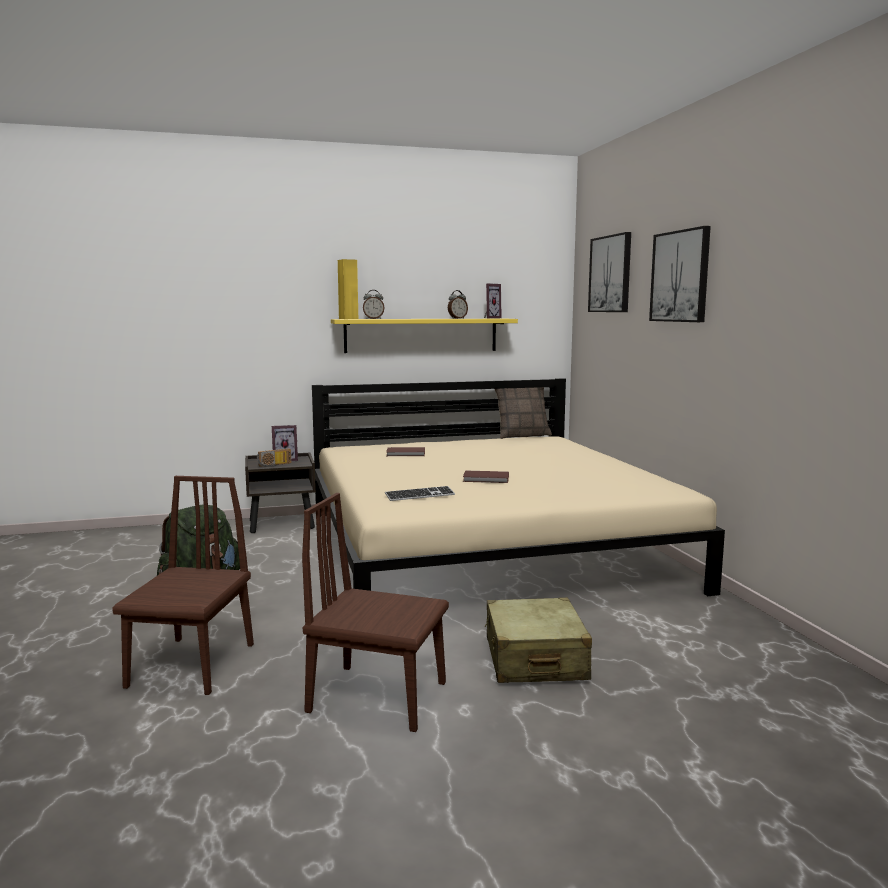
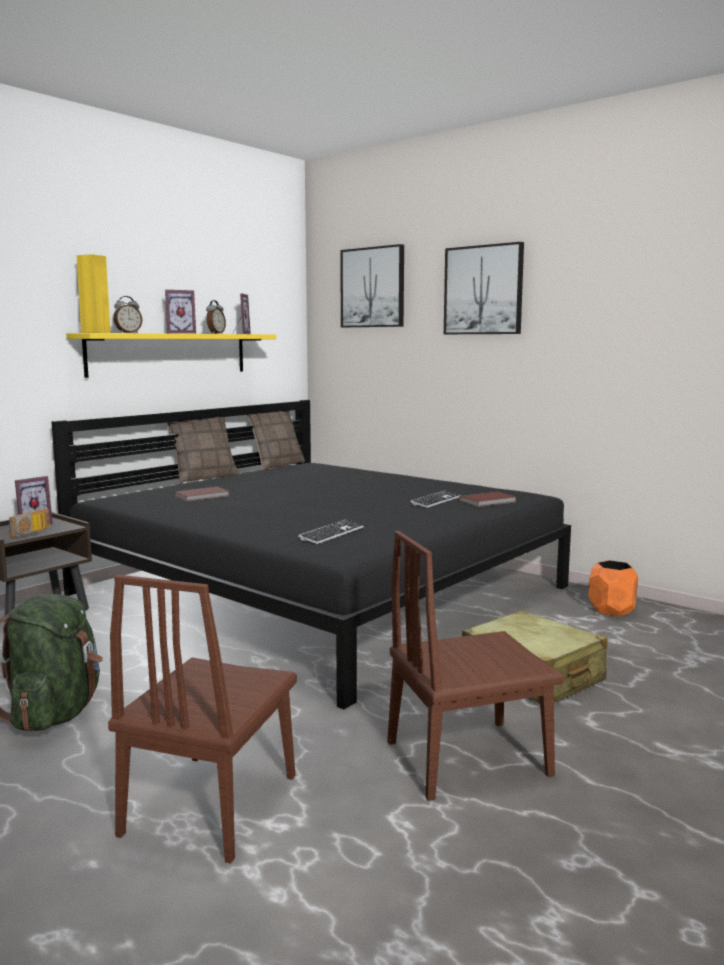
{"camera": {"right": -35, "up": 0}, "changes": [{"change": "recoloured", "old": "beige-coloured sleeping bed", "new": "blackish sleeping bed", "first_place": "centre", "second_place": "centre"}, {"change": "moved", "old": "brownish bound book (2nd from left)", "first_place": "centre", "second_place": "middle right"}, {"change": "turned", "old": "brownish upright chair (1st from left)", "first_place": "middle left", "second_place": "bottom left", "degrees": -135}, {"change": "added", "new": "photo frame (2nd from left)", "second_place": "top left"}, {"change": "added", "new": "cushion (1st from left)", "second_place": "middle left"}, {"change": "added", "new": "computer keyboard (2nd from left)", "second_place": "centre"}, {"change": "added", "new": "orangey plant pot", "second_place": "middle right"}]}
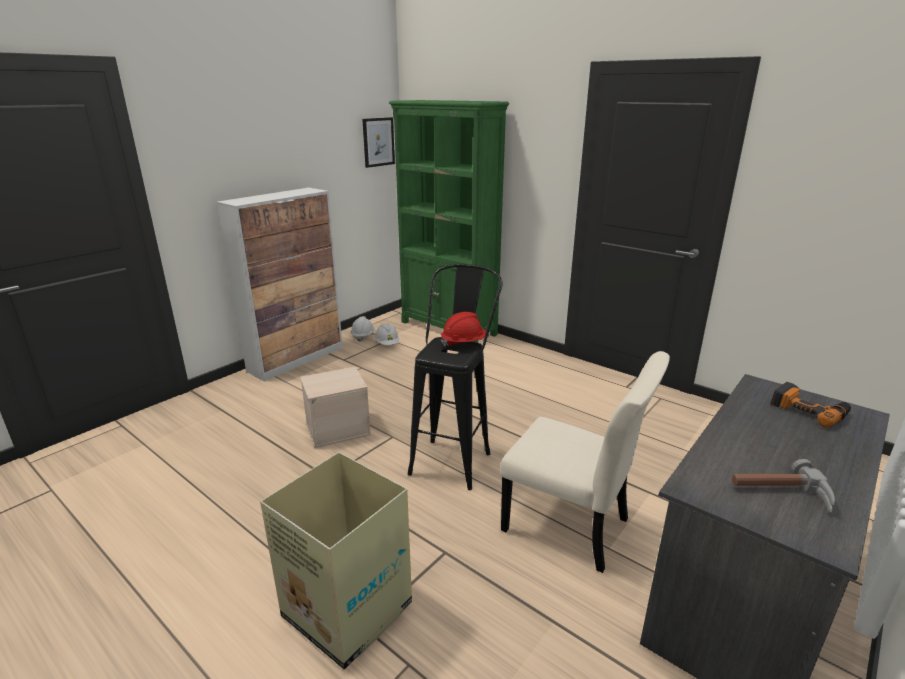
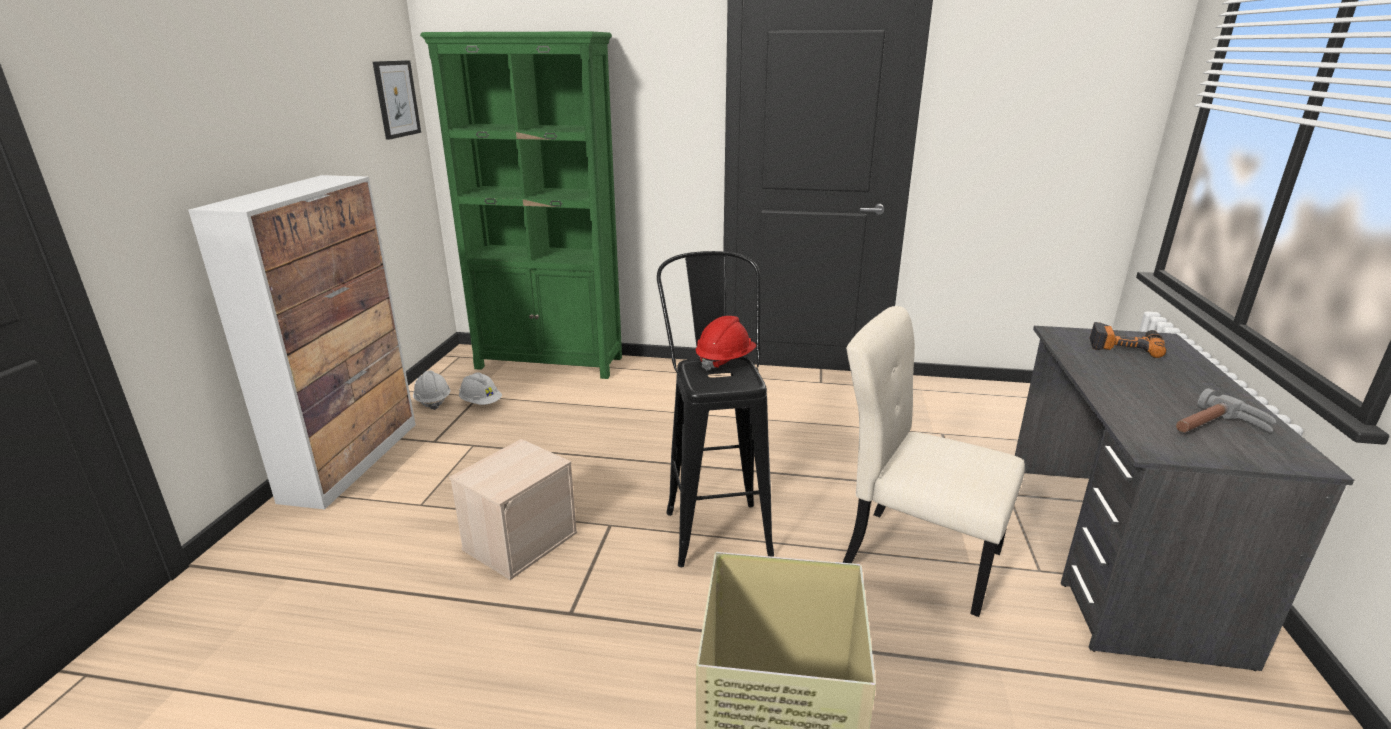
{"camera": {"right": -30, "up": 0}, "changes": [{"change": "turned", "old": "beige-coloured upright chair", "first_place": "bottom centre", "second_place": "middle right", "degrees": -150}]}
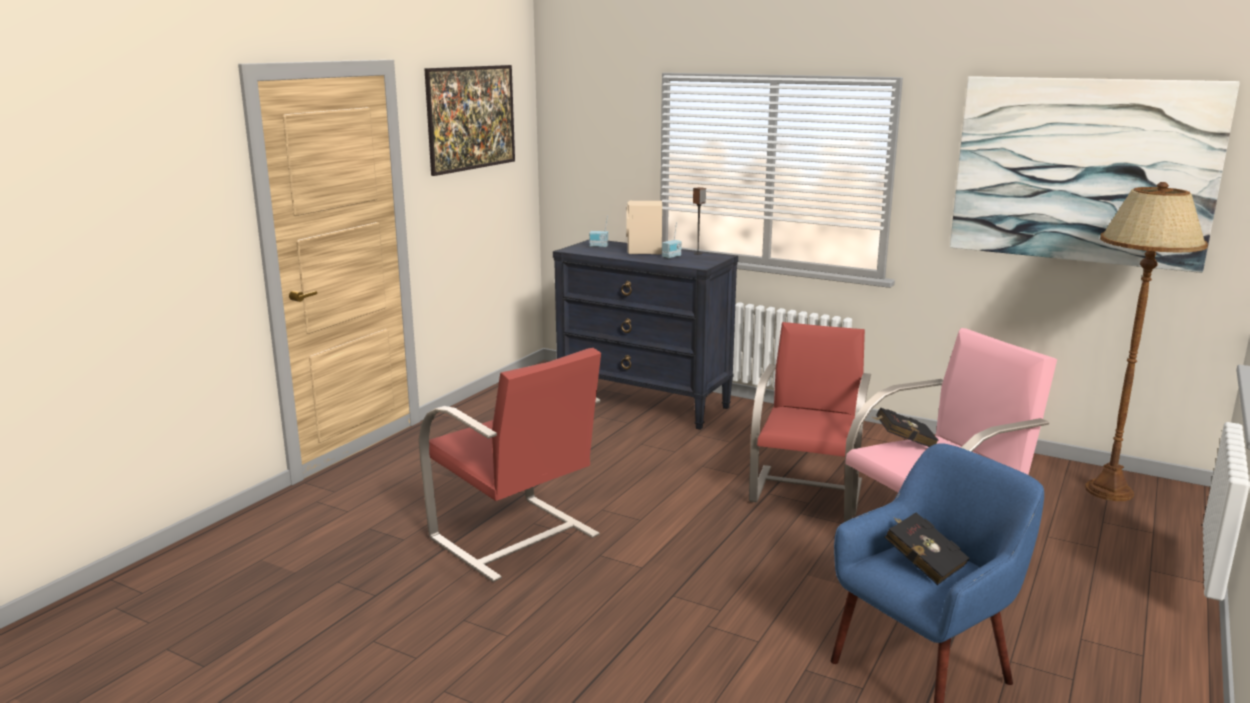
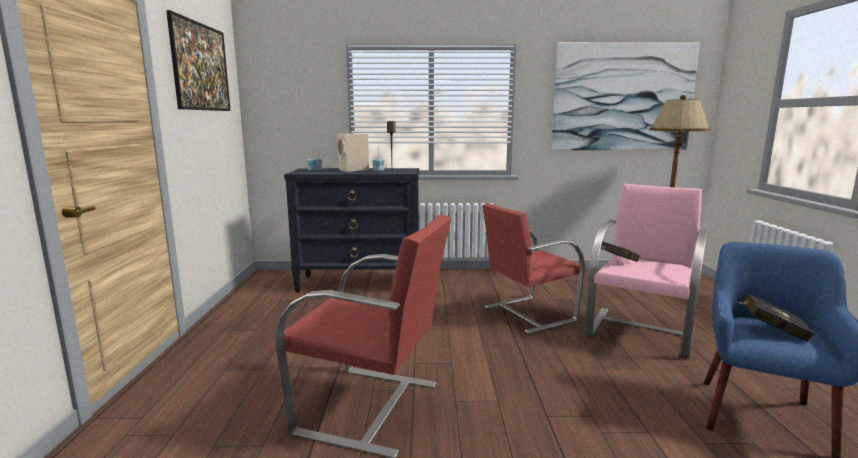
{"camera": {"right": -30, "up": -5}, "changes": [{"change": "turned", "old": "red upright chair", "first_place": "centre", "second_place": "centre", "degrees": -105}]}
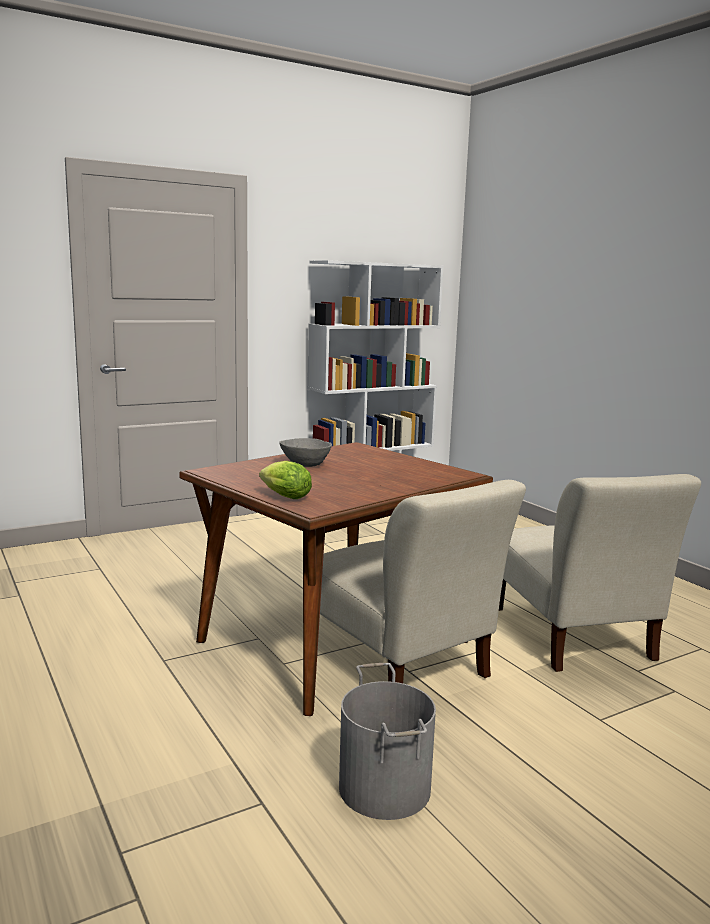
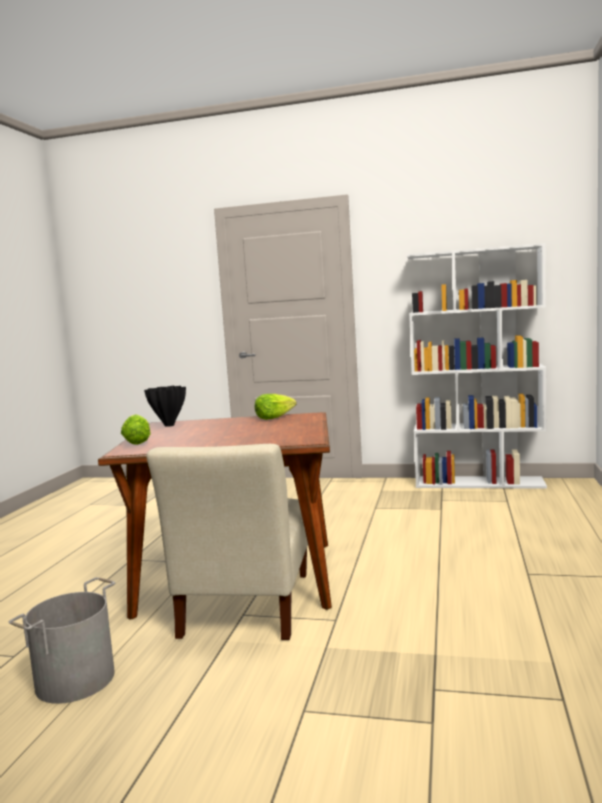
{"camera": {"right": 45, "up": -5}, "changes": [{"change": "removed", "old": "greyish bowl", "first_place": "centre"}, {"change": "removed", "old": "beige-coloured upright chair (2nd from left)", "first_place": "middle right"}, {"change": "added", "new": "blackish decorative vase", "second_place": "middle left"}, {"change": "added", "new": "lettuce head (2nd from left)", "second_place": "centre"}]}
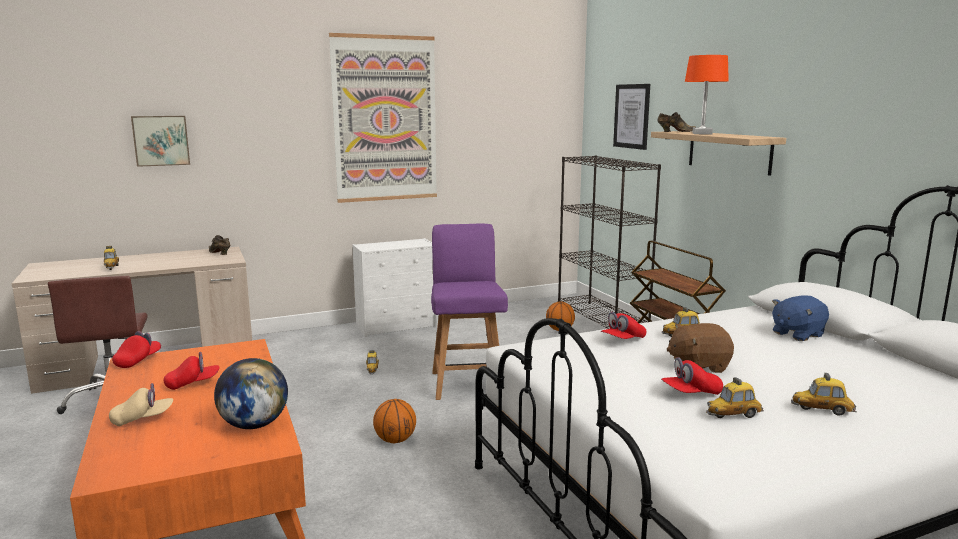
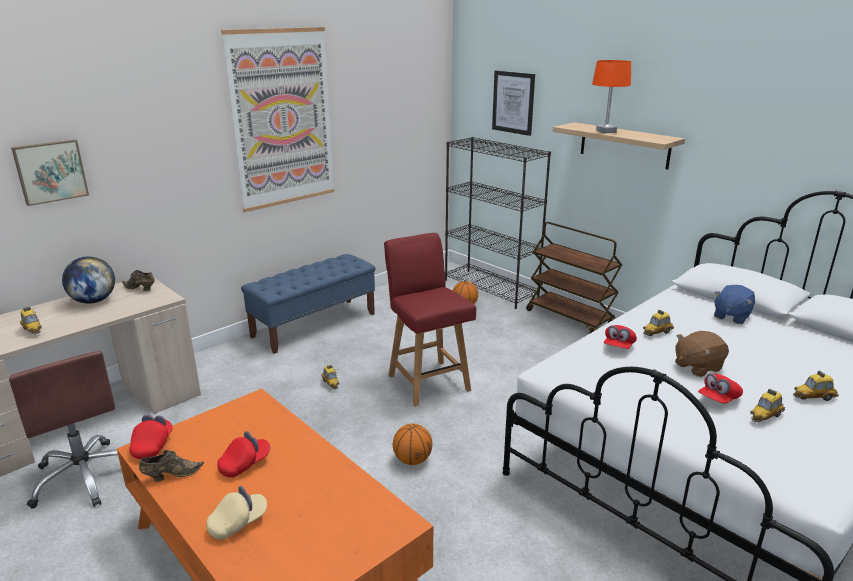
{"camera": {"right": -20, "up": 10}, "changes": [{"change": "moved", "old": "brownish item of footwear (2nd from left)", "first_place": "top right", "second_place": "bottom left"}, {"change": "recoloured", "old": "purple upright chair", "new": "red upright chair", "first_place": "centre", "second_place": "centre"}, {"change": "replaced", "old": "white-coloured dresser", "new": "bluish indoor bench", "first_place": "centre", "second_place": "centre"}, {"change": "moved", "old": "globe", "first_place": "bottom left", "second_place": "middle left"}]}
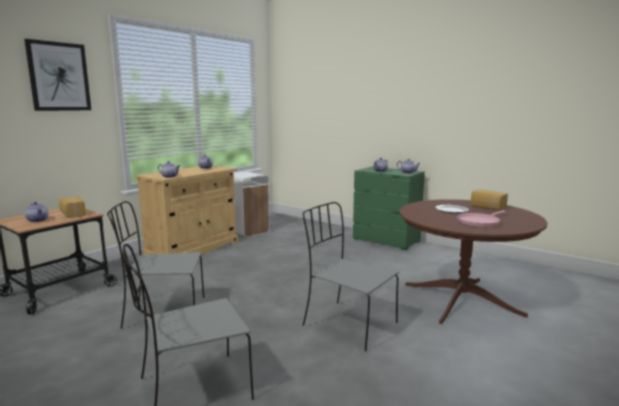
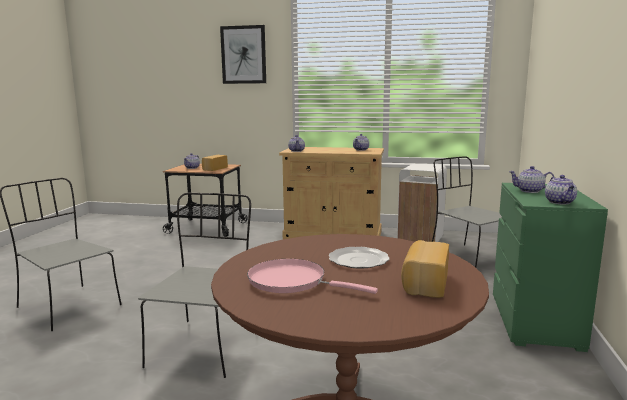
{"camera": {"right": 65, "up": 0}, "changes": [{"change": "moved", "old": "greyish upright chair (1st from left in the first image)", "new": "greyish upright chair (3rd from left)", "first_place": "middle left", "second_place": "middle right"}]}
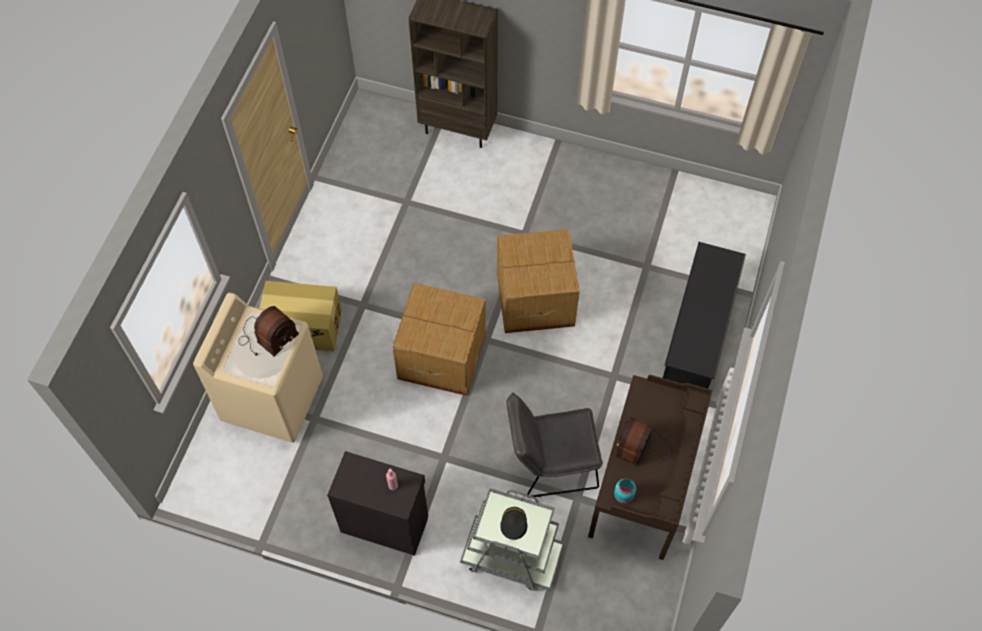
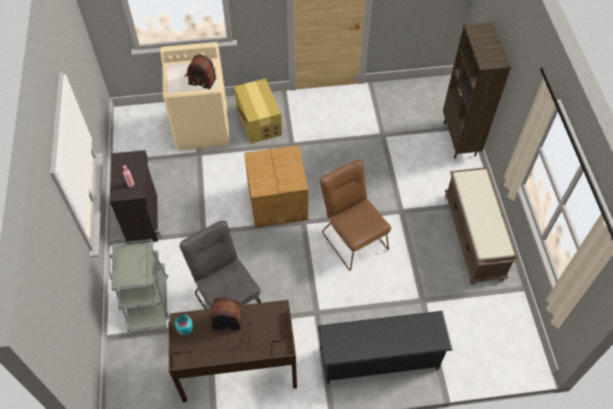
{"camera": {"right": 65, "up": -5}, "changes": [{"change": "replaced", "old": "packing box (3rd from left)", "new": "brownish upright chair", "first_place": "centre", "second_place": "centre"}, {"change": "removed", "old": "blackish cap", "first_place": "bottom centre"}, {"change": "added", "new": "brownish indoor bench", "second_place": "middle right"}]}
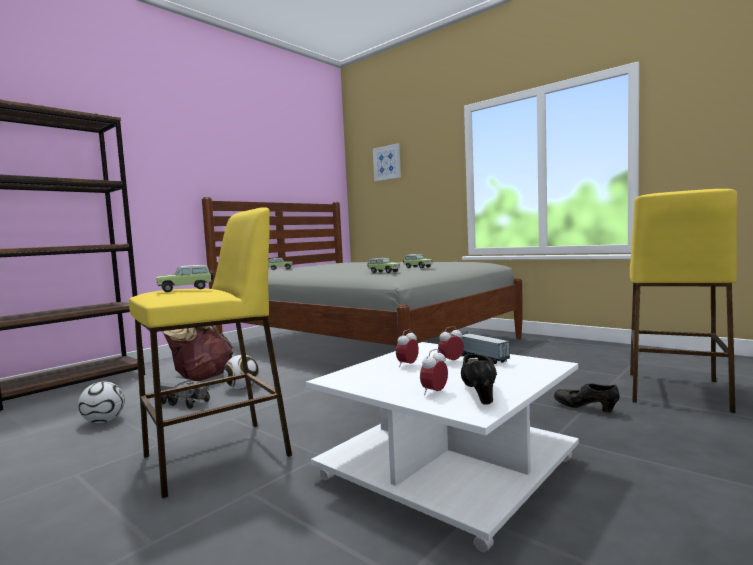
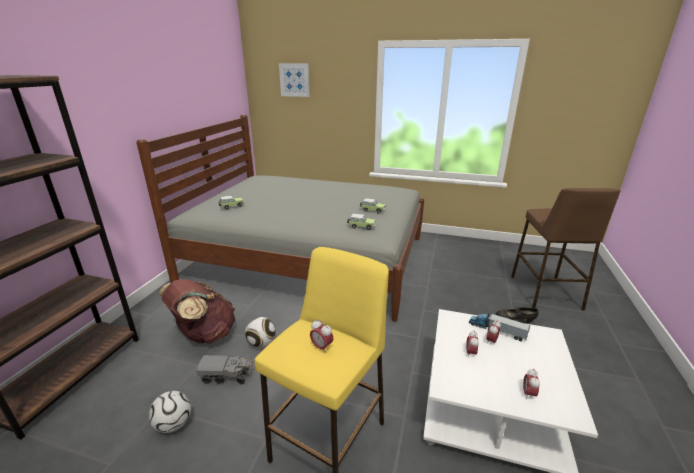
{"camera": {"right": -25, "up": 20}, "changes": [{"change": "recoloured", "old": "yellow-coloured sitting stool (2nd from left)", "new": "brownish sitting stool", "first_place": "middle right", "second_place": "middle right"}, {"change": "replaced", "old": "model car (1st from left)", "new": "alarm clock (1st from left)", "first_place": "middle left", "second_place": "bottom centre"}, {"change": "removed", "old": "blackish item of footwear (1st from left)", "first_place": "bottom centre"}]}
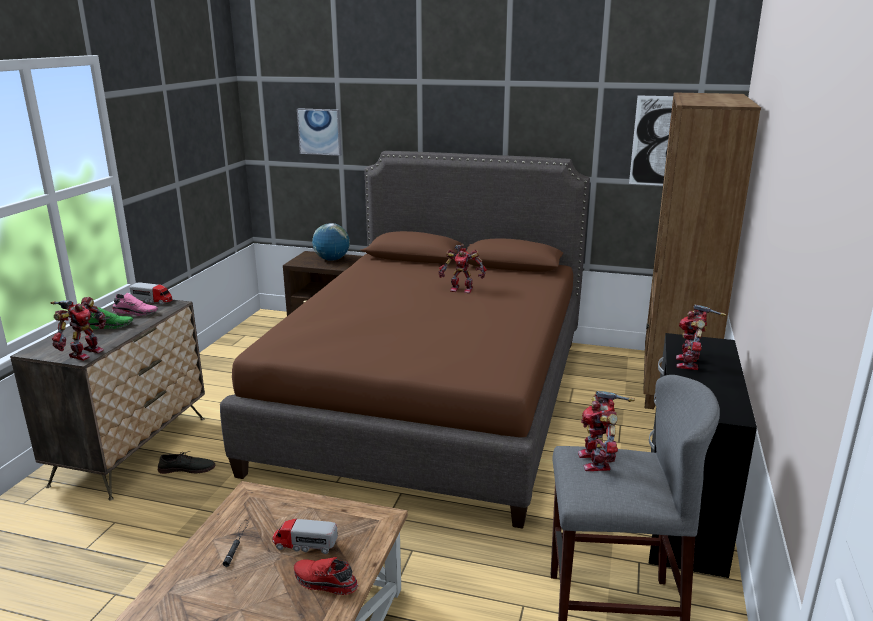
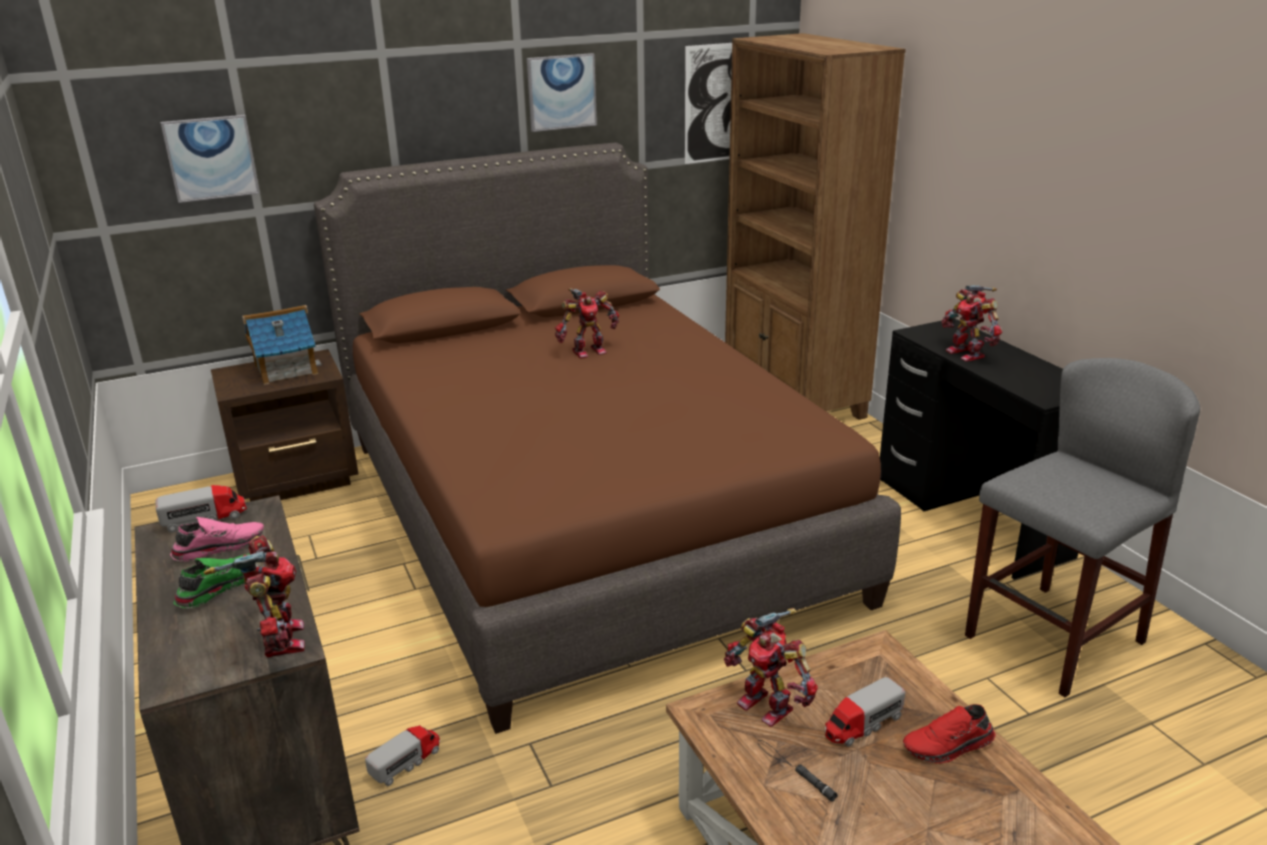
{"camera": {"right": -40, "up": 5}, "changes": [{"change": "replaced", "old": "globe", "new": "model house", "first_place": "centre", "second_place": "middle left"}, {"change": "moved", "old": "robot figure (3rd from left)", "first_place": "bottom right", "second_place": "bottom centre"}, {"change": "replaced", "old": "greyish item of footwear", "new": "toy lorry (2nd from left)", "first_place": "bottom left", "second_place": "bottom left"}, {"change": "added", "new": "picture (2nd from left)", "second_place": "top centre"}]}
